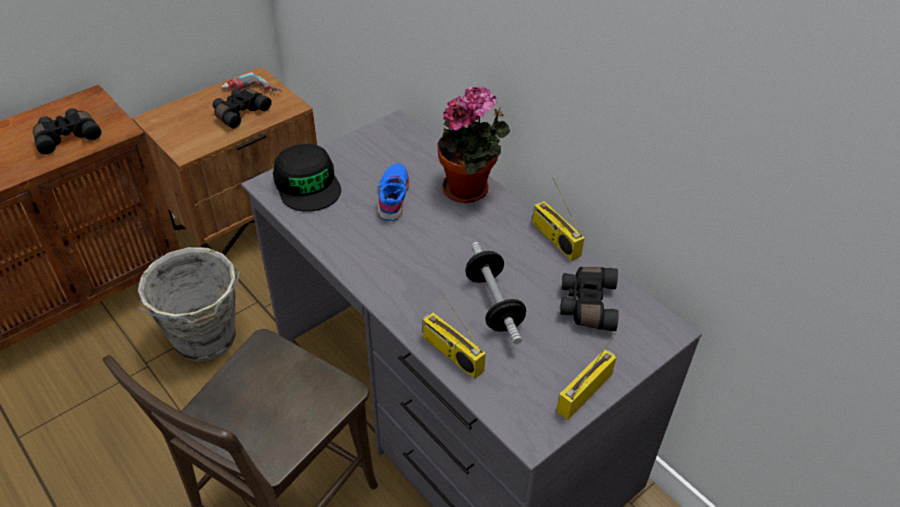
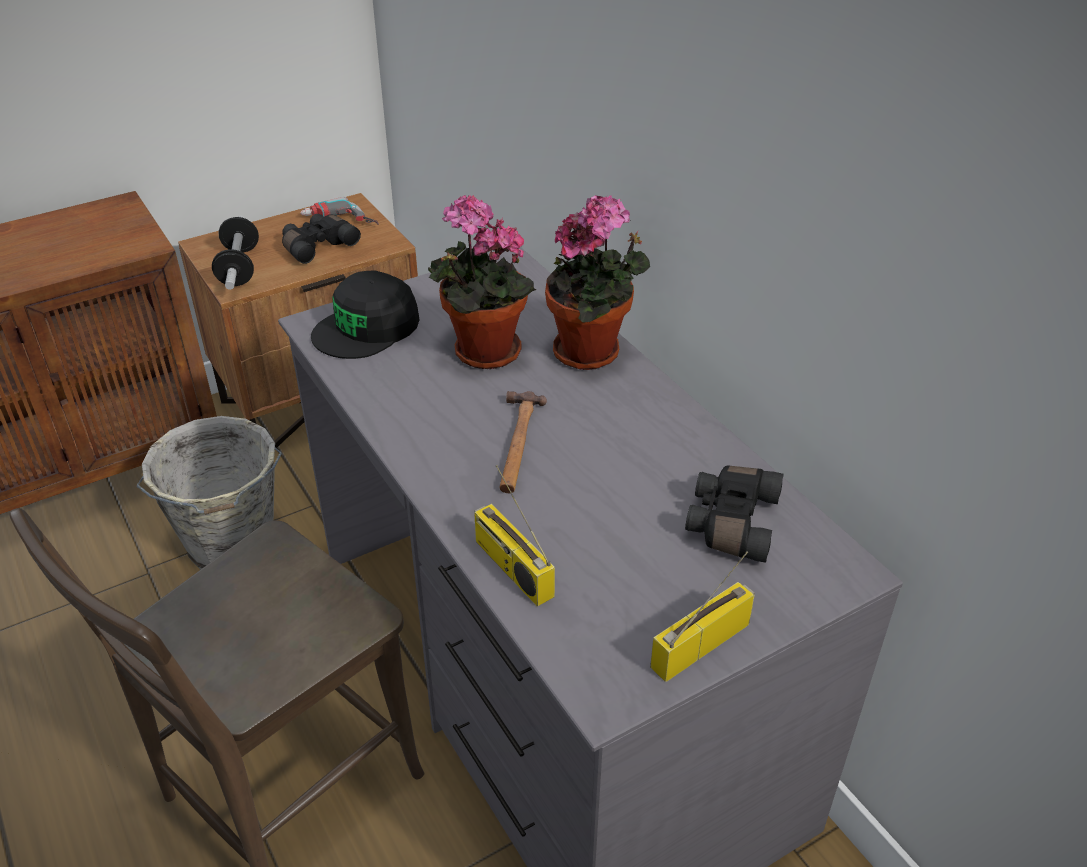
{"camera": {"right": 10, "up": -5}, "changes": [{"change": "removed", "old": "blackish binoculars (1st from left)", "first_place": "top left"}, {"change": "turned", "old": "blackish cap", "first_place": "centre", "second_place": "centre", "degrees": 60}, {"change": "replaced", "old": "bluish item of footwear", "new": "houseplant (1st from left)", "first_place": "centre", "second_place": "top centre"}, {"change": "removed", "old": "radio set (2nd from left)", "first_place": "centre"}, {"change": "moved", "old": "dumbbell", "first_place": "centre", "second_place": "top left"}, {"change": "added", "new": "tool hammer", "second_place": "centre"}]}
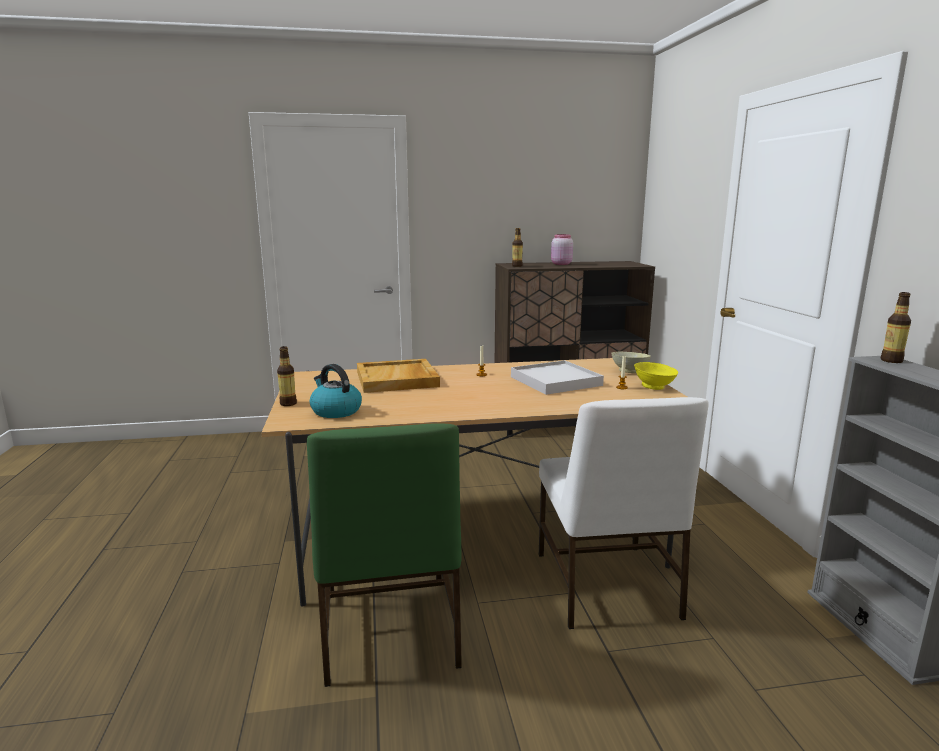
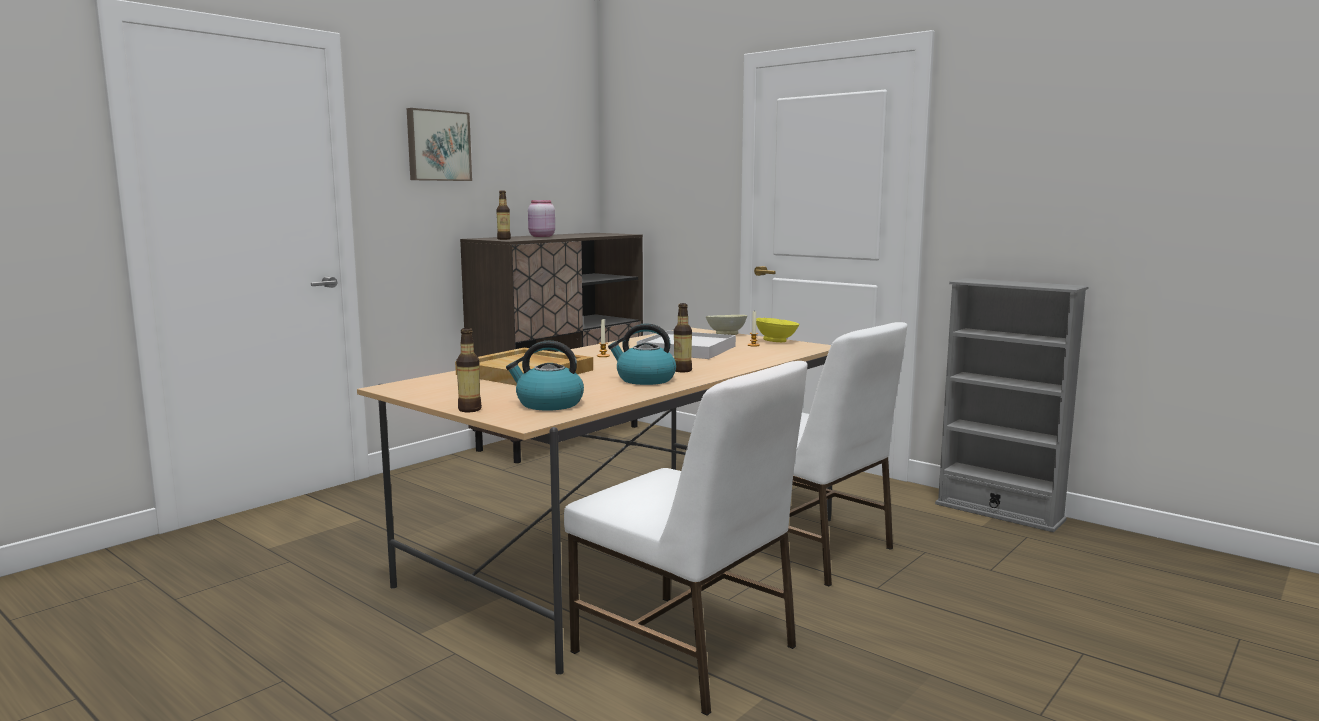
{"camera": {"right": -40, "up": -5}, "changes": [{"change": "moved", "old": "beverage bottle (3rd from left)", "first_place": "middle right", "second_place": "centre"}, {"change": "recoloured", "old": "green-coloured upright chair", "new": "white-coloured upright chair (1st from left)", "first_place": "bottom centre", "second_place": "bottom centre"}, {"change": "added", "new": "picture", "second_place": "top left"}, {"change": "added", "new": "water kettle (2nd from left)", "second_place": "centre"}]}
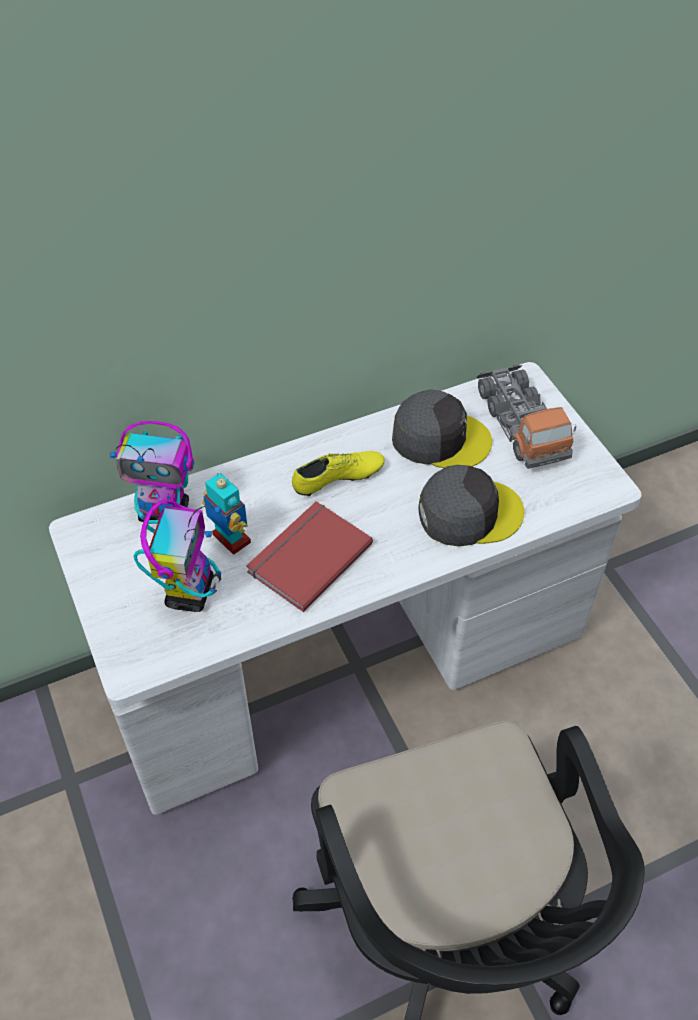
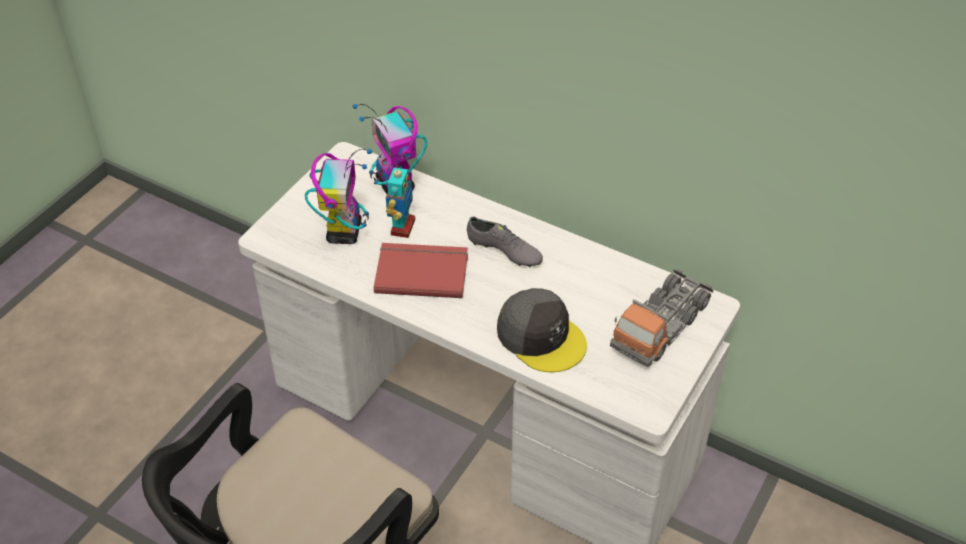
{"camera": {"right": 55, "up": -5}, "changes": [{"change": "removed", "old": "greyish cap (1st from left)", "first_place": "centre"}, {"change": "recoloured", "old": "yellow-coloured item of footwear", "new": "greyish item of footwear", "first_place": "centre", "second_place": "centre"}, {"change": "turned", "old": "robot figure (2nd from left in the first image)", "first_place": "middle left", "second_place": "centre", "degrees": -60}]}
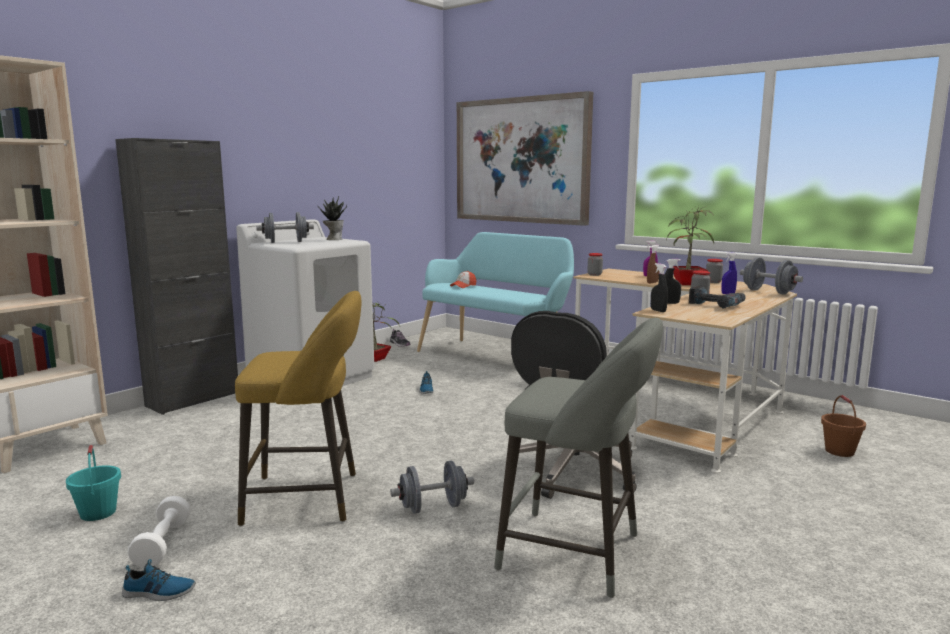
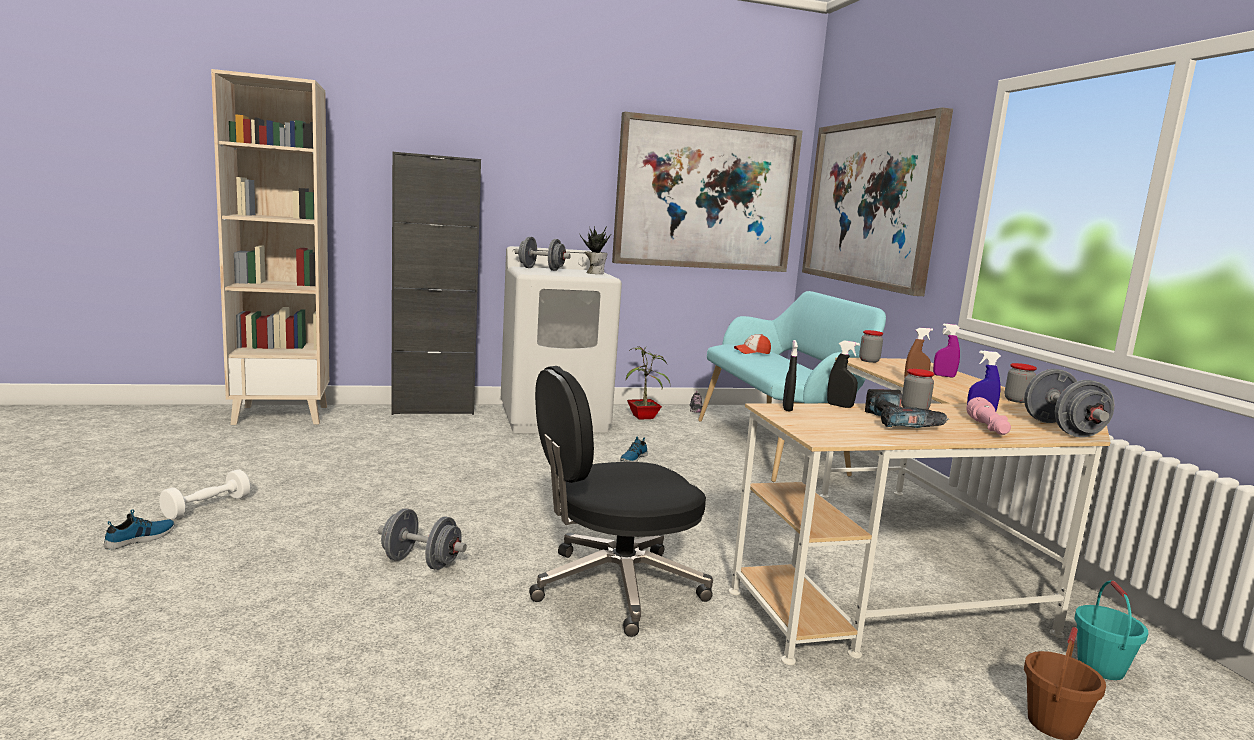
{"camera": {"right": 35, "up": 0}, "changes": [{"change": "removed", "old": "houseplant (3rd from left)", "first_place": "middle right"}, {"change": "removed", "old": "yellow-coloured sitting stool", "first_place": "middle left"}, {"change": "removed", "old": "greyish sitting stool", "first_place": "bottom centre"}, {"change": "moved", "old": "blue-green bucket", "first_place": "bottom left", "second_place": "bottom right"}, {"change": "turned", "old": "item of footwear (1st from left)", "first_place": "bottom left", "second_place": "bottom left", "degrees": -90}, {"change": "added", "new": "picture (1st from left)", "second_place": "top centre"}, {"change": "added", "new": "pink hand torch", "second_place": "middle right"}]}
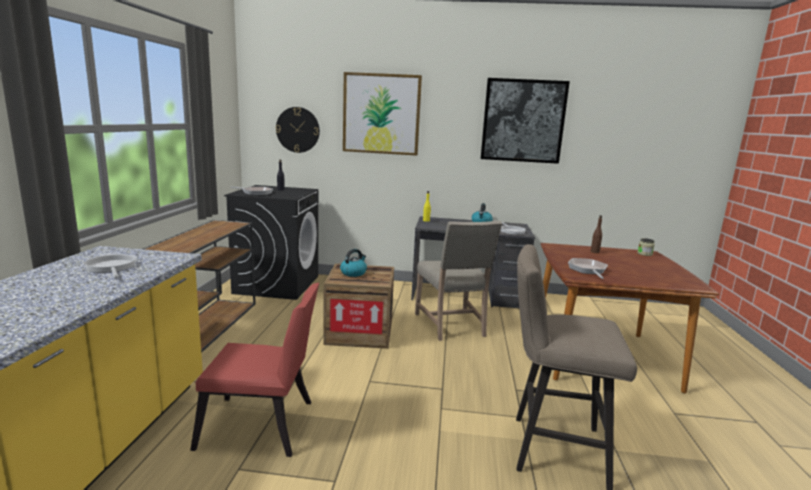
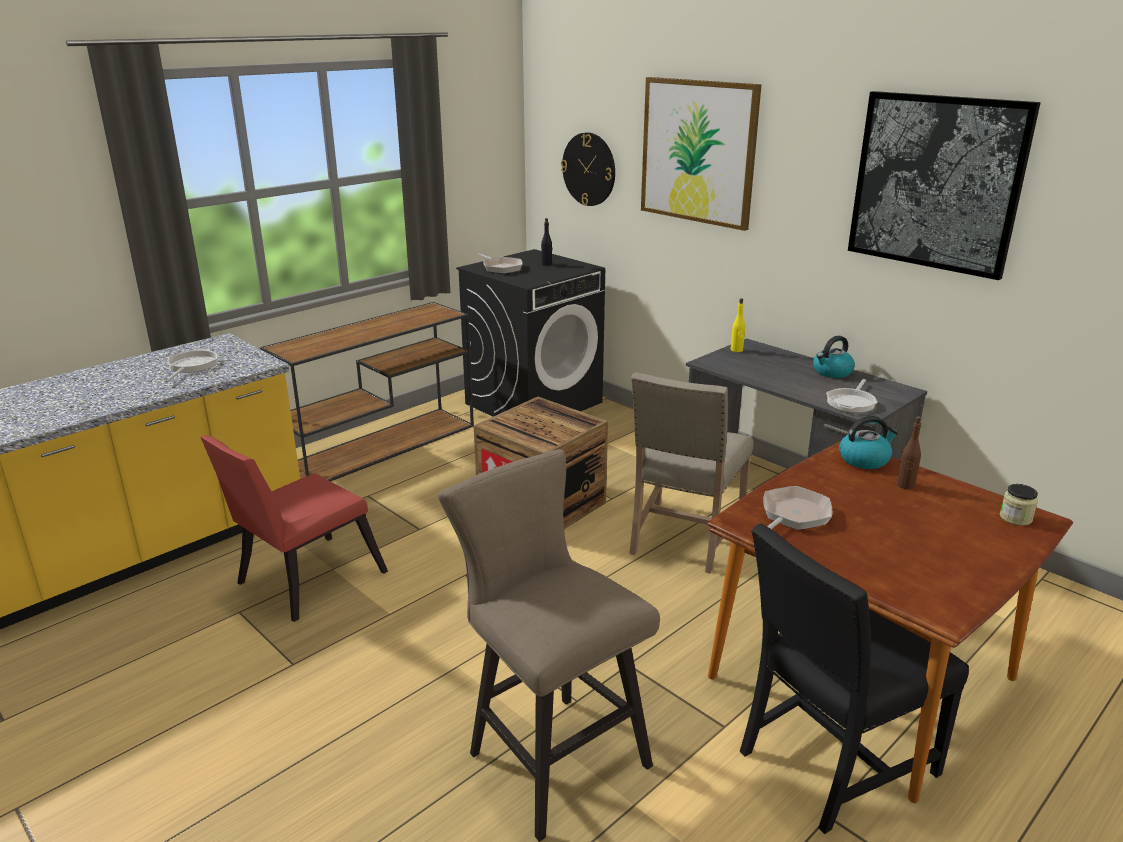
{"camera": {"right": 40, "up": 10}, "changes": [{"change": "moved", "old": "water kettle (1st from left in the first image)", "new": "water kettle (2nd from left)", "first_place": "centre", "second_place": "middle right"}, {"change": "turned", "old": "red upright chair", "first_place": "bottom left", "second_place": "middle left", "degrees": 90}, {"change": "added", "new": "blackish upright chair", "second_place": "bottom right"}]}
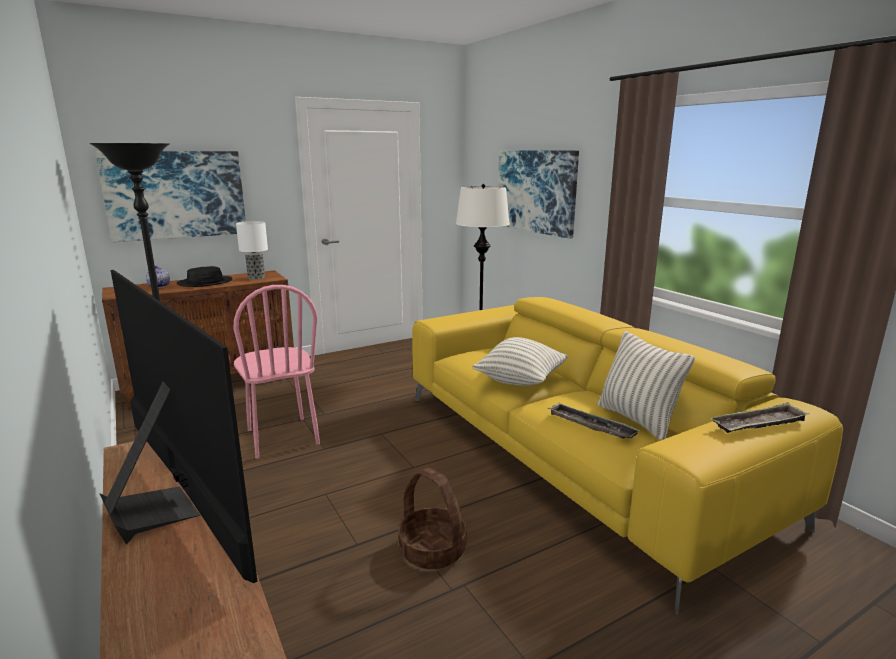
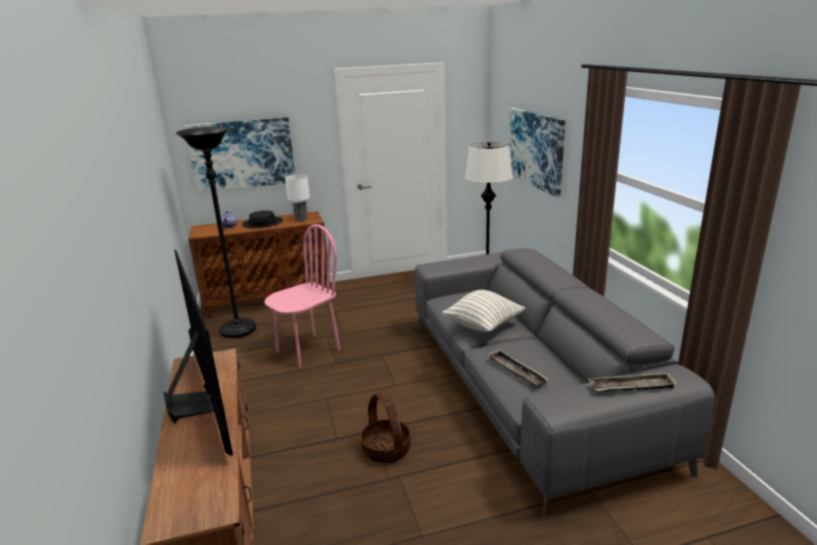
{"camera": {"right": 15, "up": 5}, "changes": [{"change": "turned", "old": "pink upright chair", "first_place": "middle left", "second_place": "centre", "degrees": -120}, {"change": "recoloured", "old": "yellow-coloured settee", "new": "greyish settee", "first_place": "bottom right", "second_place": "bottom right"}, {"change": "removed", "old": "cushion (2nd from left)", "first_place": "middle right"}]}
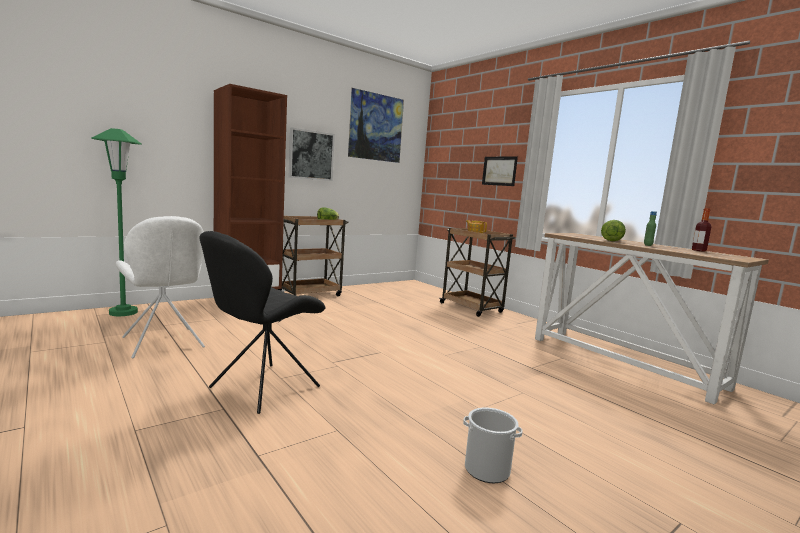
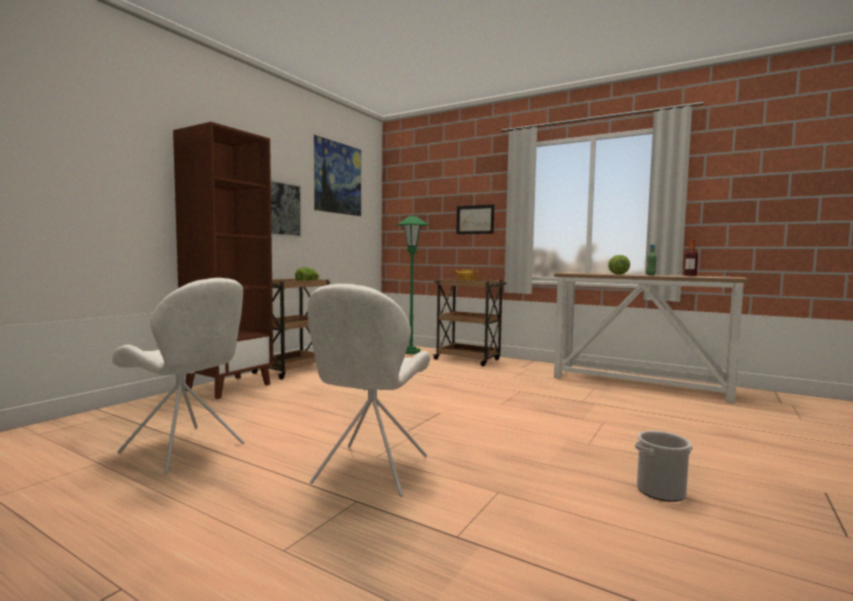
{"camera": {"right": -20, "up": -5}, "changes": [{"change": "moved", "old": "green-coloured standard lamp", "first_place": "middle left", "second_place": "centre"}, {"change": "recoloured", "old": "blackish upright chair", "new": "white-coloured upright chair (2nd from left)", "first_place": "middle left", "second_place": "centre"}]}
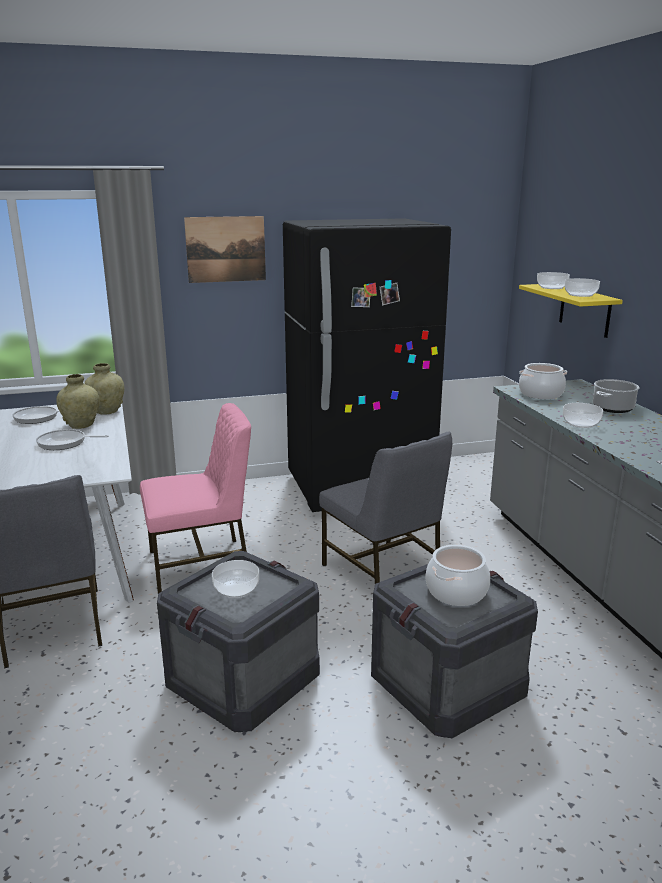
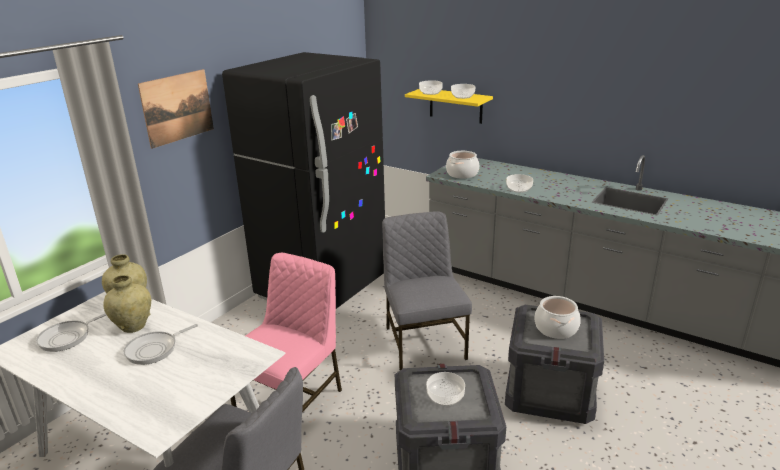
{"camera": {"right": -40, "up": 5}, "changes": [{"change": "removed", "old": "cooking pot (3rd from left)", "first_place": "middle right"}, {"change": "turned", "old": "greyish upright chair (2nd from left)", "first_place": "centre", "second_place": "centre", "degrees": -120}]}
